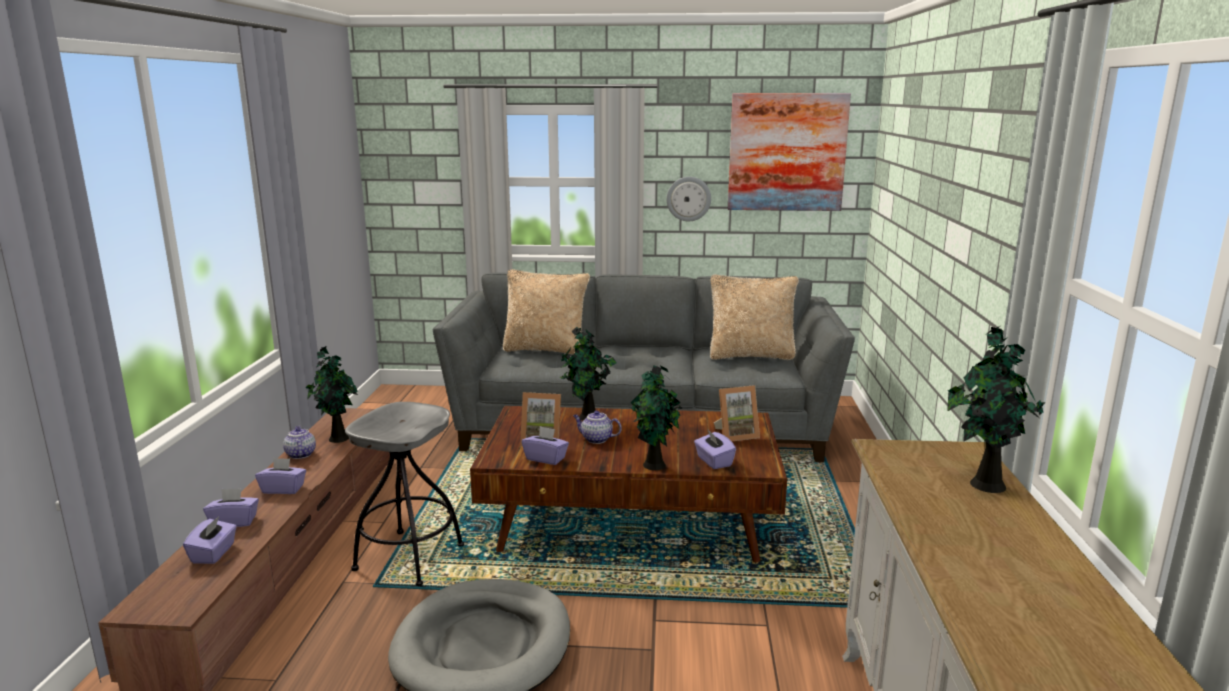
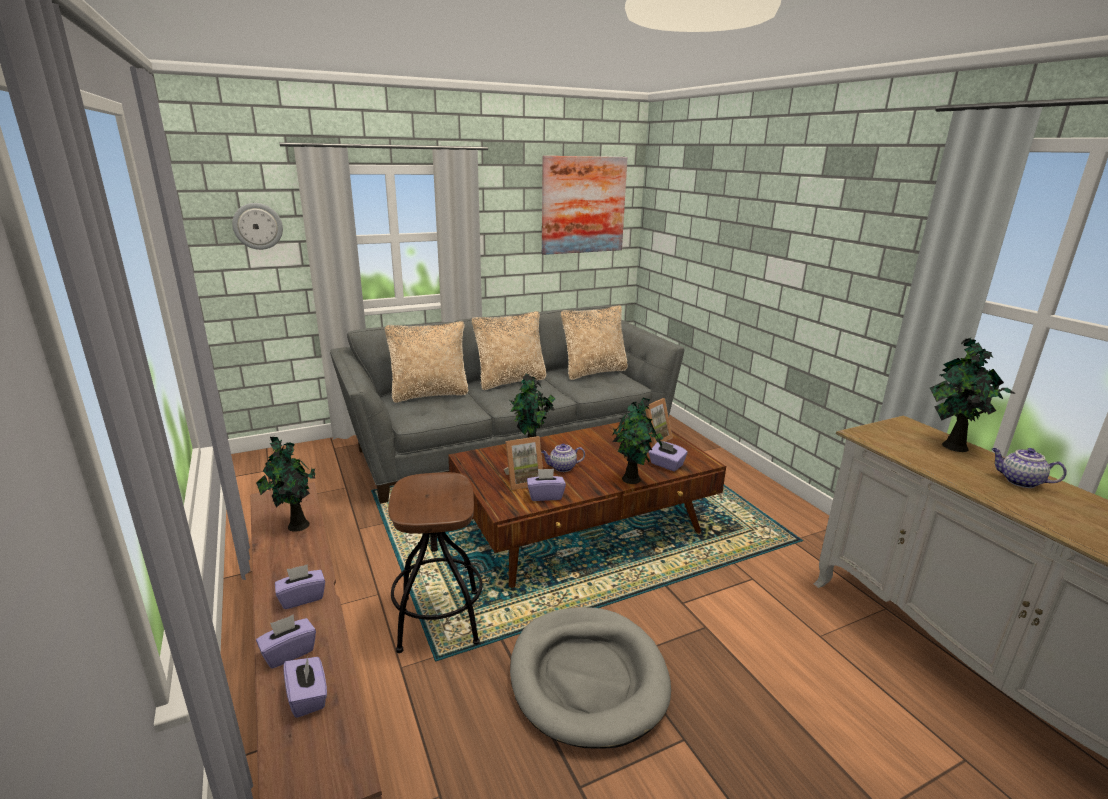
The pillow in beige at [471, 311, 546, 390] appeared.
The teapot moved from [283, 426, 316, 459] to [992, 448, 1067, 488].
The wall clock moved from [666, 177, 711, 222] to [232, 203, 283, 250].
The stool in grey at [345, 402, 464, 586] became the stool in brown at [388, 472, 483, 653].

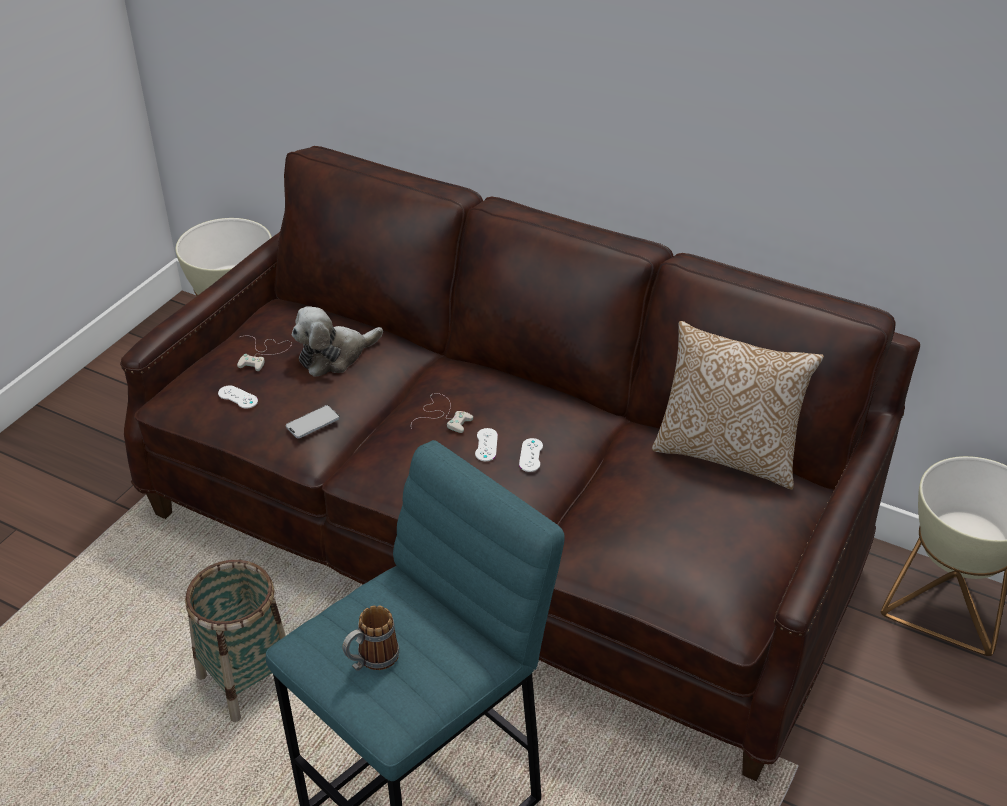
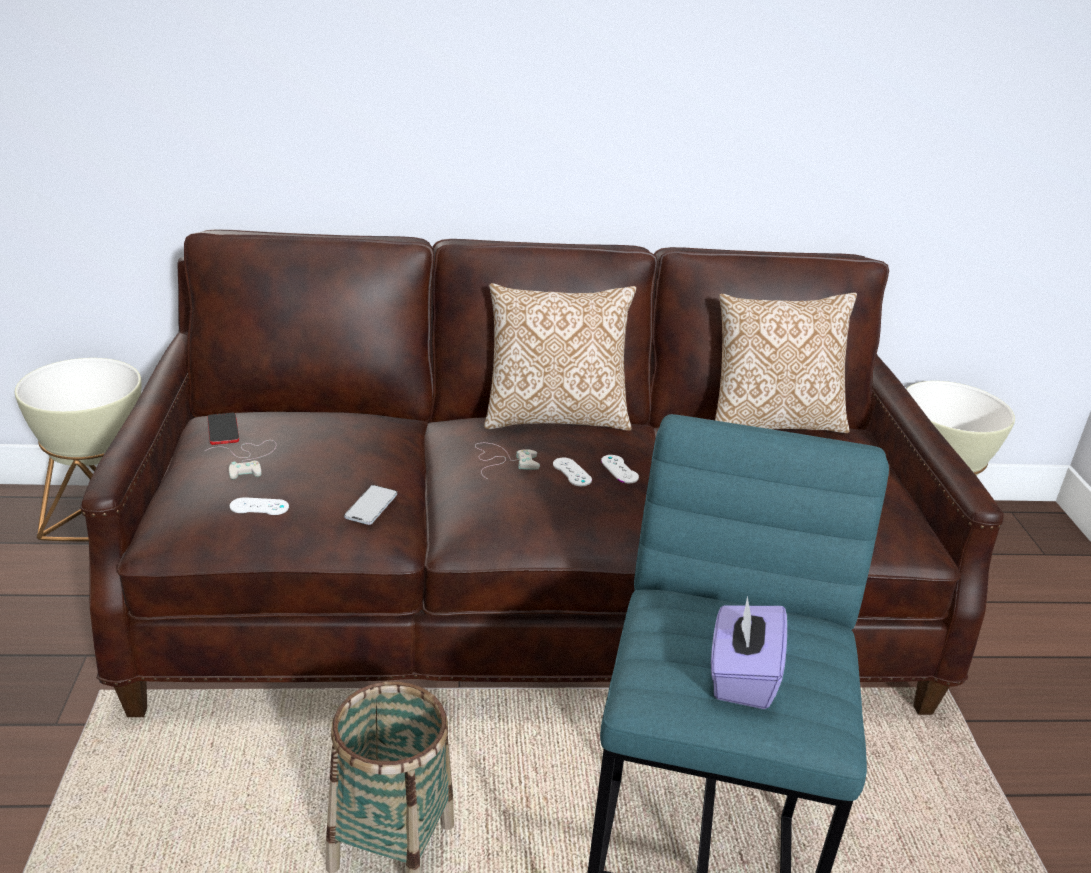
The plush toy at [292, 306, 383, 377] disappeared.
The phone at [207, 413, 239, 445] appeared.
The pillow at [484, 283, 637, 431] appeared.
The mug at [343, 605, 399, 671] was replaced by the tissue box in purple at [711, 596, 787, 709].

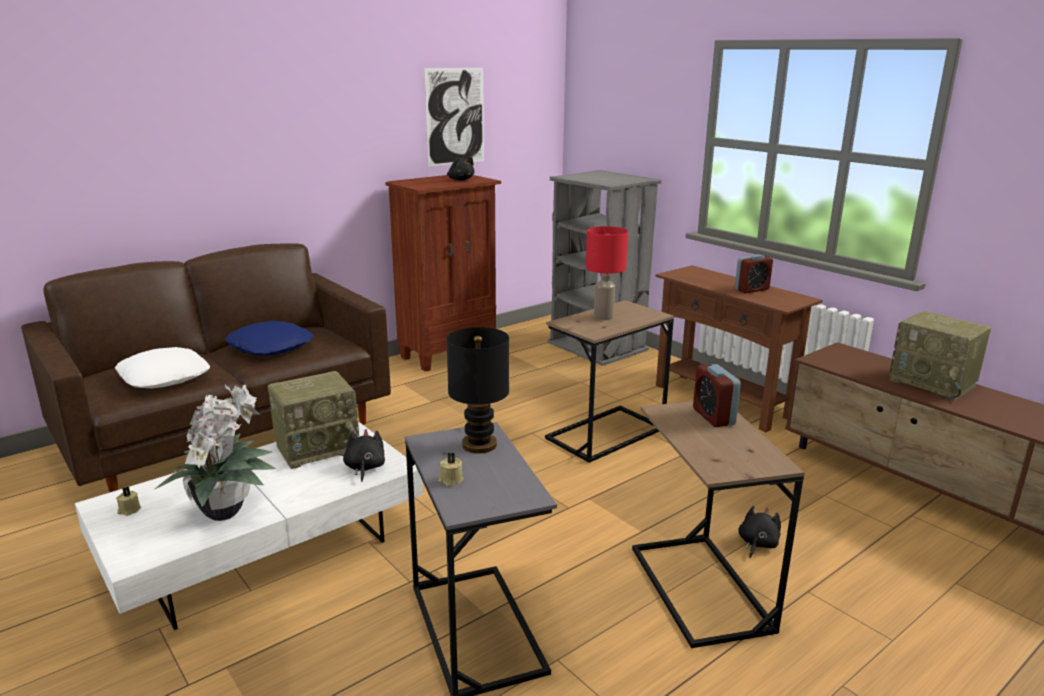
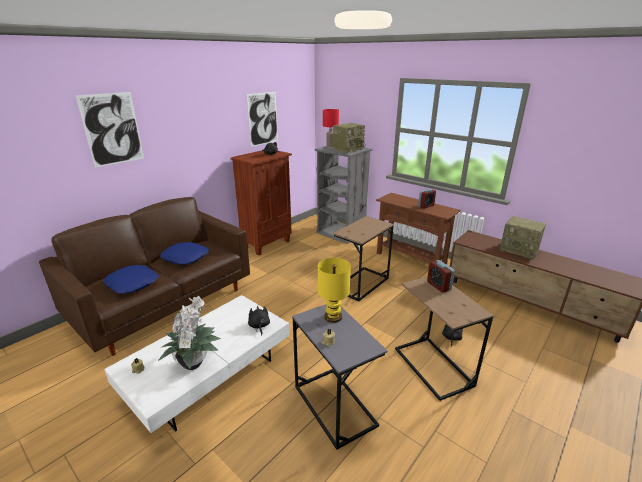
The picture at [76, 92, 144, 168] appeared.
The radio moved from [268, 371, 359, 469] to [333, 123, 365, 153].
The table lamp in red moved from [586, 226, 628, 320] to [323, 109, 339, 148].
The pillow in white at [115, 347, 210, 388] became the pillow in blue at [103, 265, 159, 294].
The table lamp in black at [446, 327, 509, 453] became the table lamp in yellow at [318, 258, 351, 323].

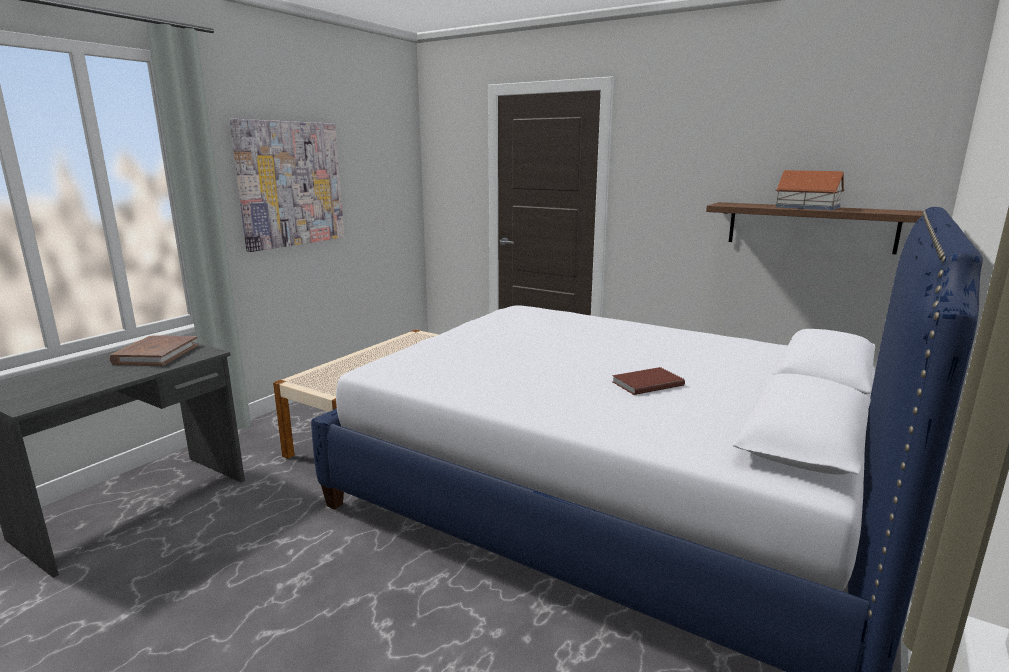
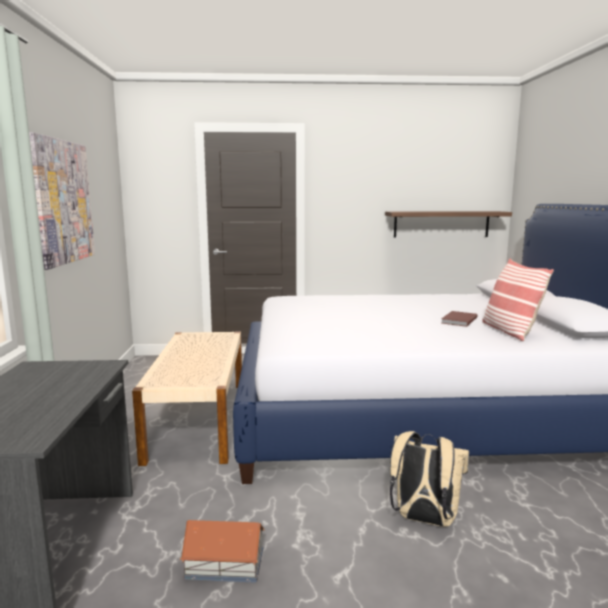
The book in brown at [110, 335, 199, 366] disappeared.
The backpack in beige at [390, 431, 469, 527] appeared.
The pillow at [482, 258, 554, 341] appeared.
The toy house moved from [775, 170, 845, 210] to [180, 520, 265, 583].

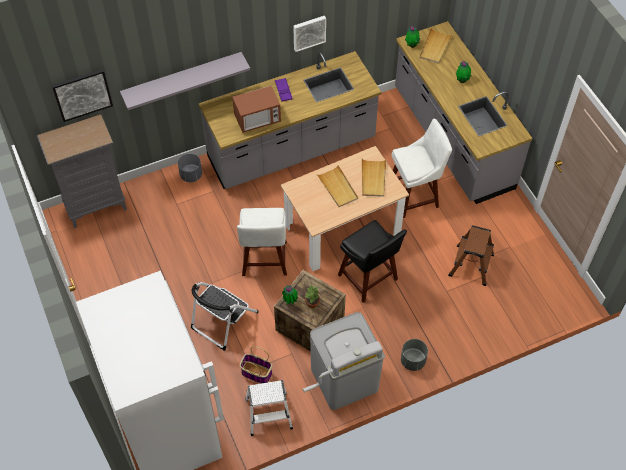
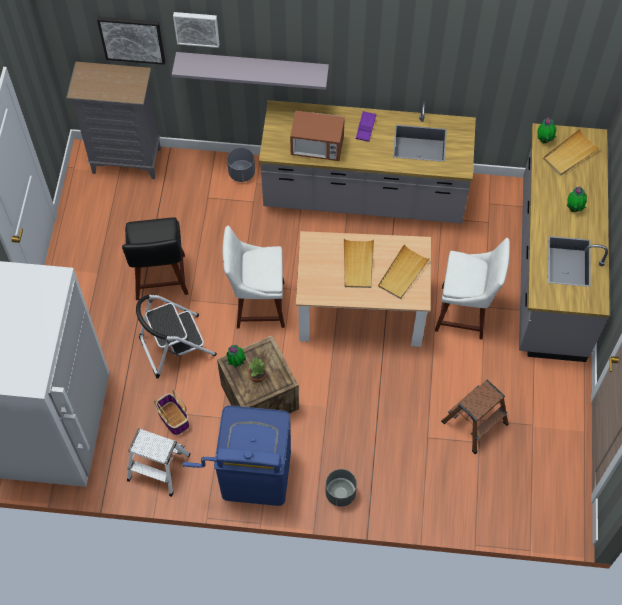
The picture moved from [293, 16, 326, 52] to [173, 12, 219, 48].
The chair in black moved from [338, 220, 407, 303] to [122, 217, 188, 300].
The washing machine in grey at [303, 312, 385, 410] became the washing machine in blue at [183, 405, 291, 506].
The chair in white at [237, 208, 287, 276] turned 60 degrees clockwise.

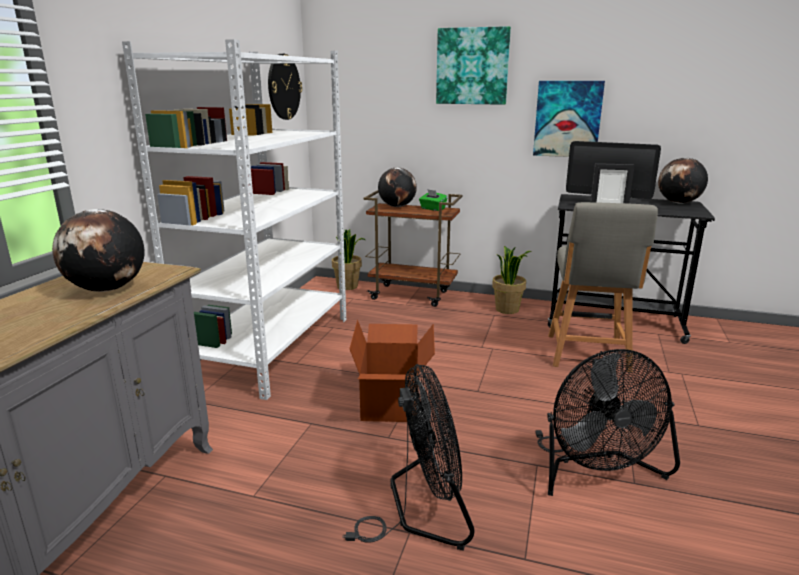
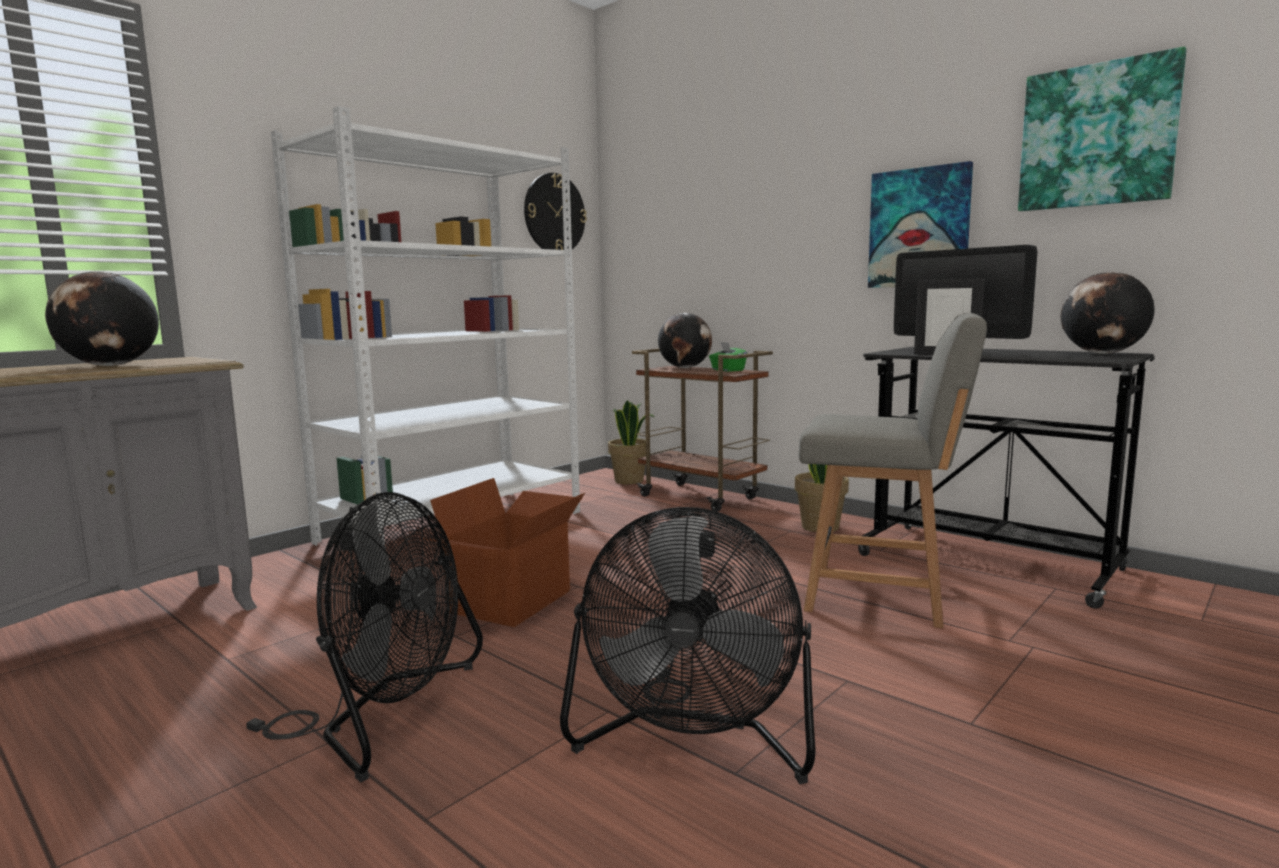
The picture moved from [436, 26, 511, 105] to [1018, 47, 1187, 211].
The chair in grey at [548, 202, 658, 372] turned 105 degrees counterclockwise.

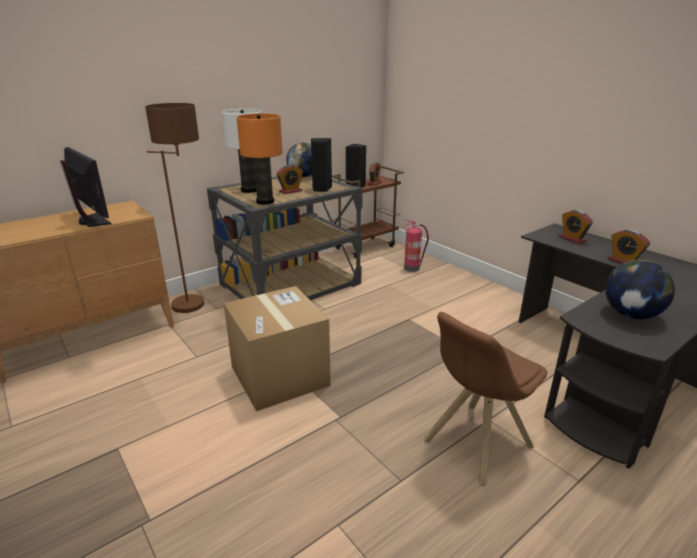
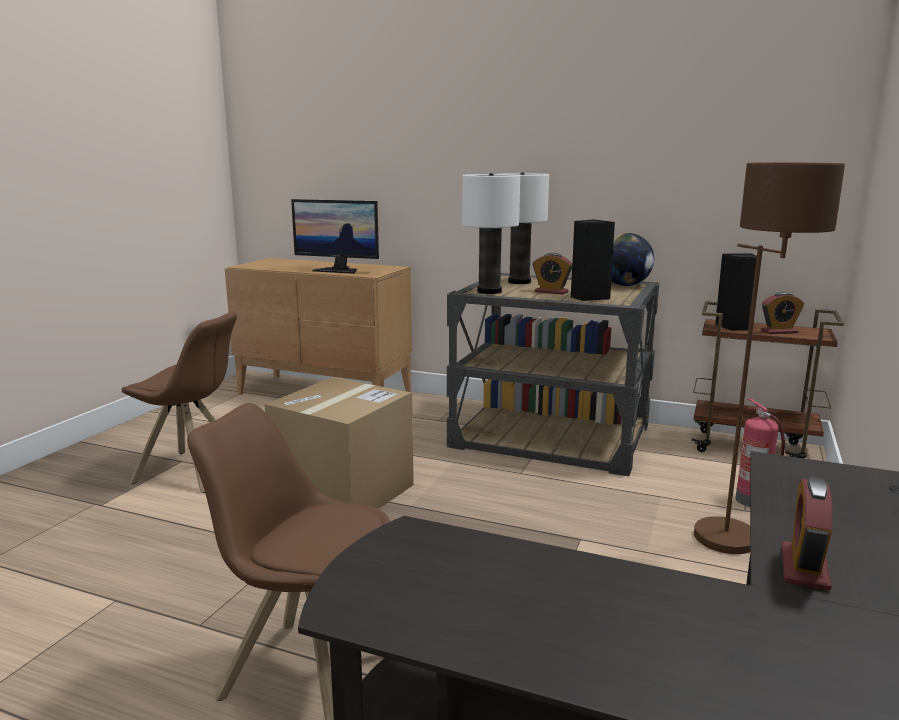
The alarm clock at [559, 210, 593, 244] disappeared.
The globe at [605, 260, 675, 319] disappeared.
The chair in brown at [121, 311, 237, 493] appeared.
The floor lamp in brown moved from [145, 103, 204, 313] to [694, 163, 845, 554].
The table lamp in orange at [237, 113, 283, 205] became the table lamp in white at [462, 173, 520, 294].
The monitor at [60, 147, 111, 227] turned 90 degrees clockwise.

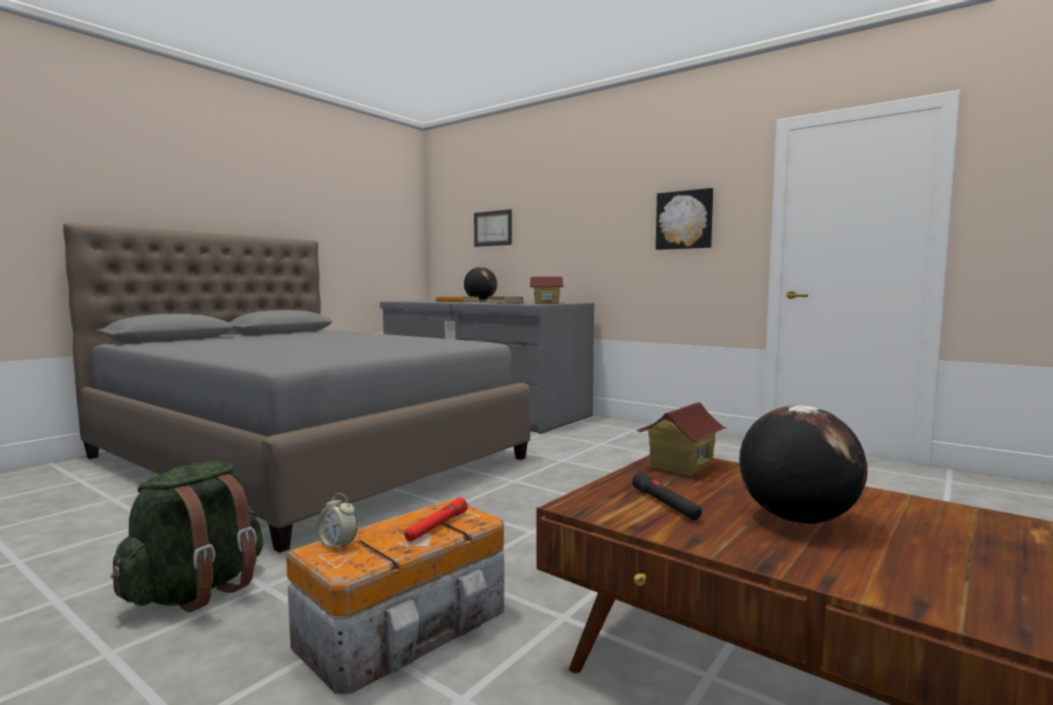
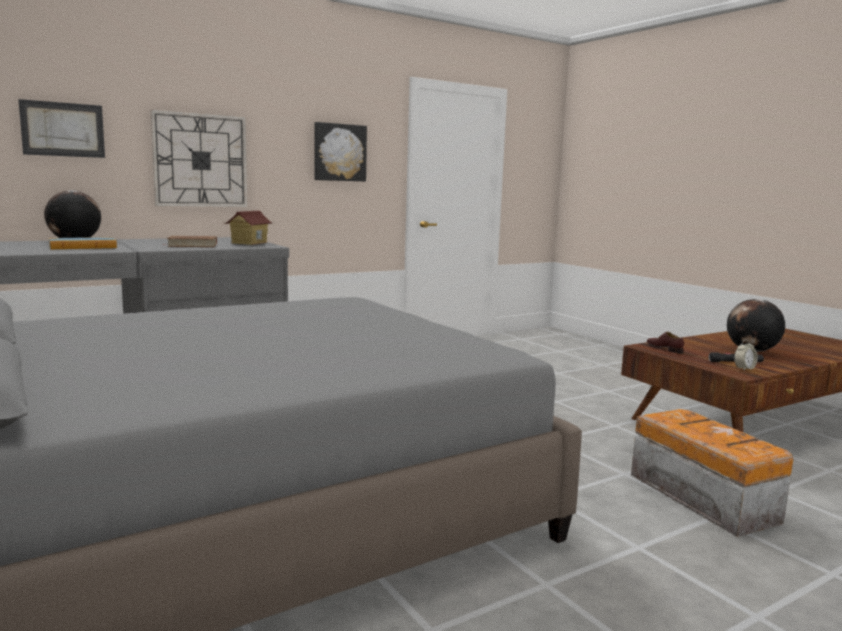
The backpack in green at [111, 462, 263, 612] disappeared.
The flashlight in red at [404, 498, 468, 542] disappeared.
The wall clock at [150, 109, 248, 207] appeared.
The alarm clock moved from [317, 493, 357, 551] to [734, 340, 758, 370].
The toy house at [637, 402, 727, 476] was replaced by the shoe in brown at [647, 332, 684, 354].

